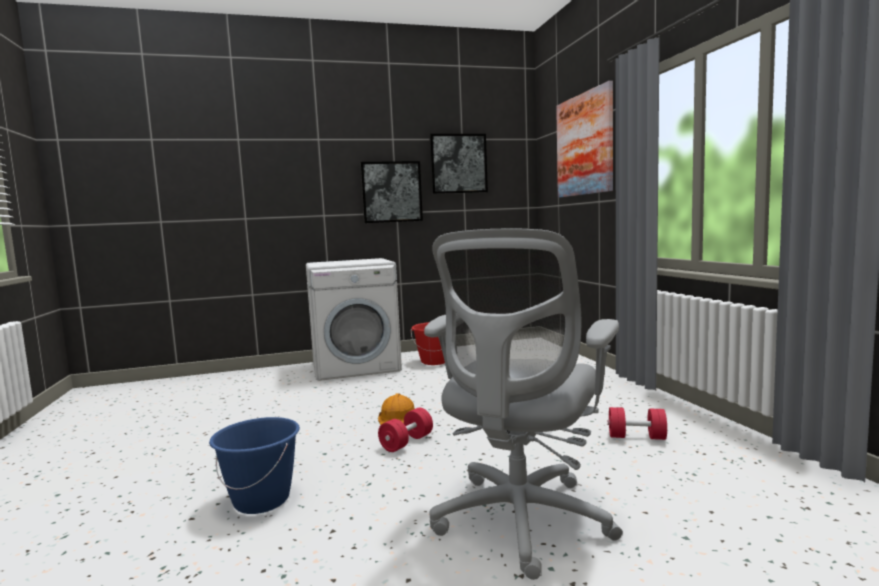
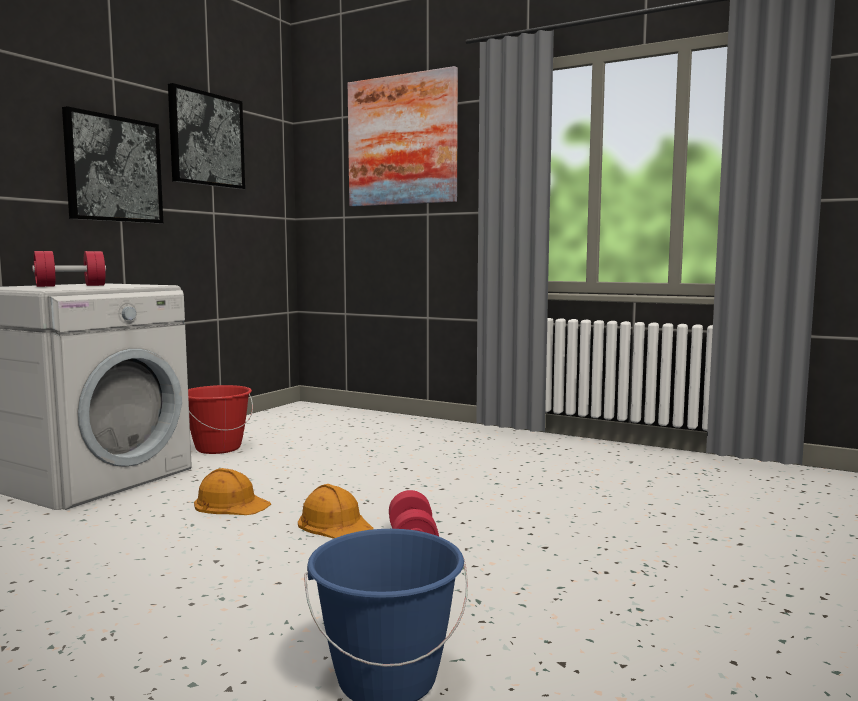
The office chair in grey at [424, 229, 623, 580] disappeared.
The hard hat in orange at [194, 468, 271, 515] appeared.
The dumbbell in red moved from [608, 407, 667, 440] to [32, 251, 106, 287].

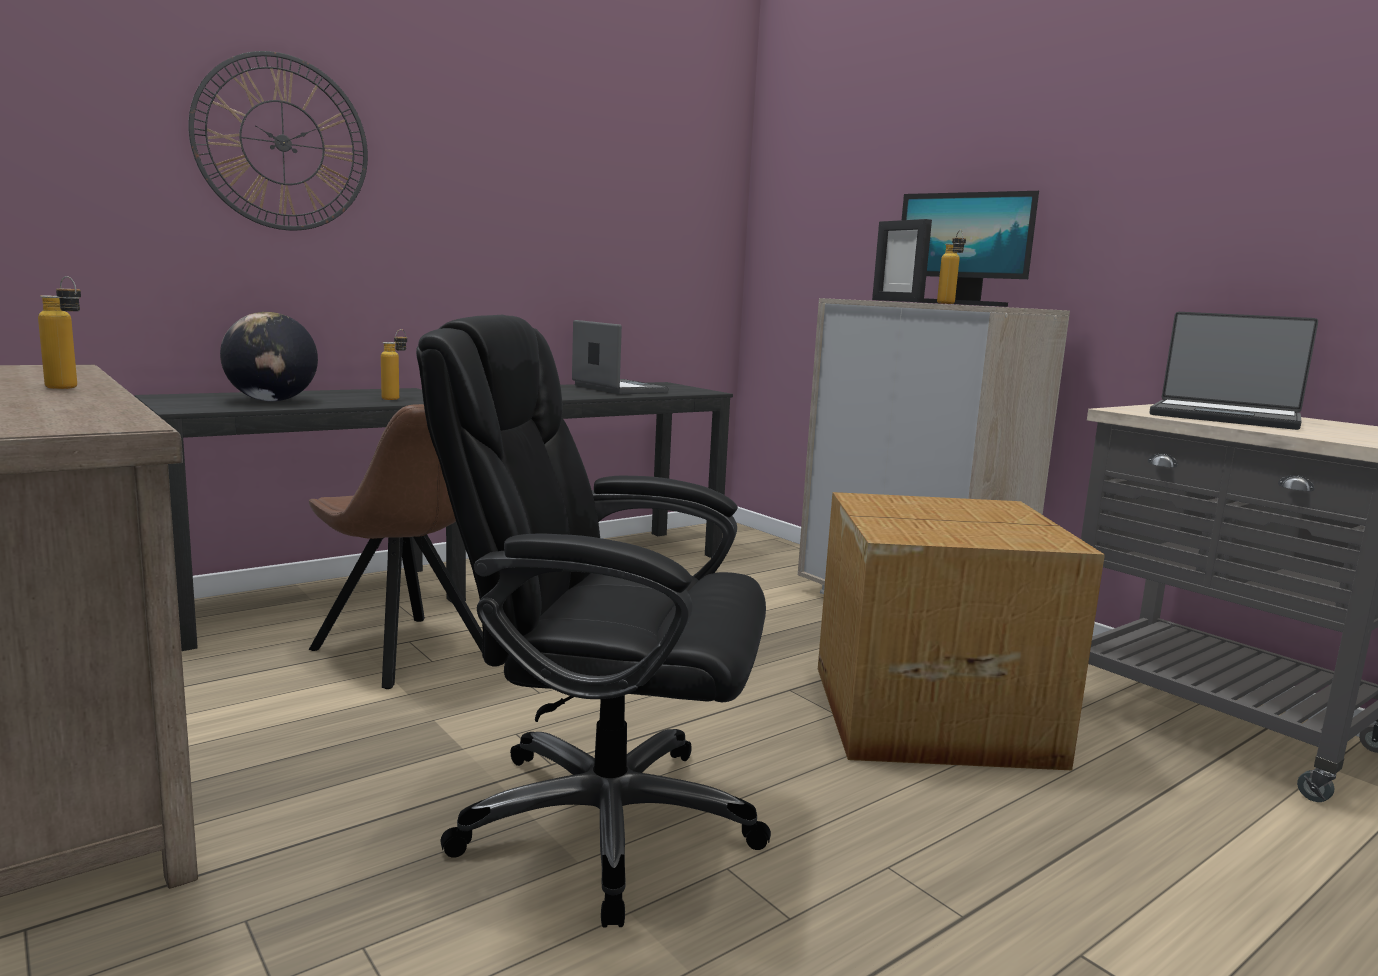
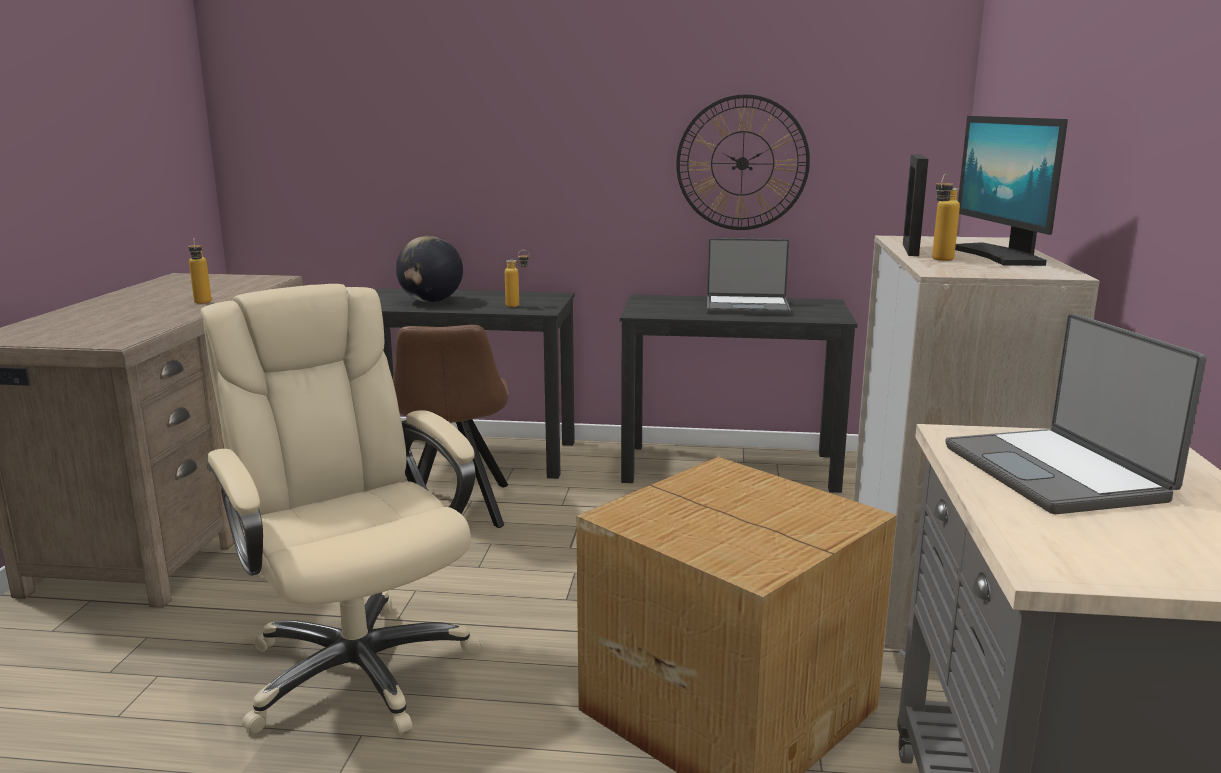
The wall clock moved from [188, 51, 368, 231] to [676, 94, 810, 230].
The office chair in black at [416, 315, 771, 928] became the office chair in beige at [201, 284, 482, 736].
The laptop at [572, 320, 669, 394] turned 90 degrees clockwise.

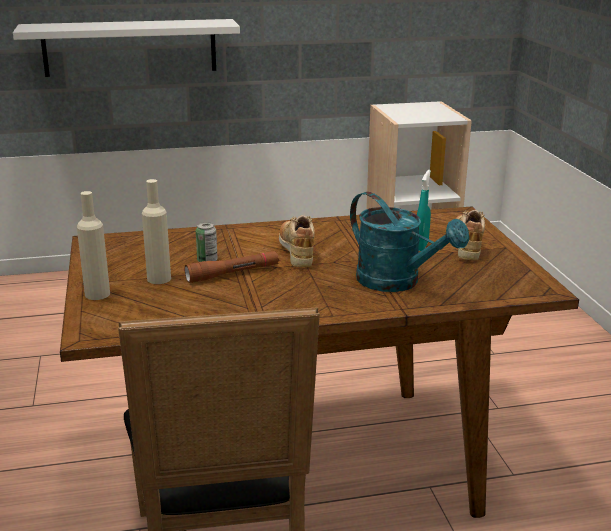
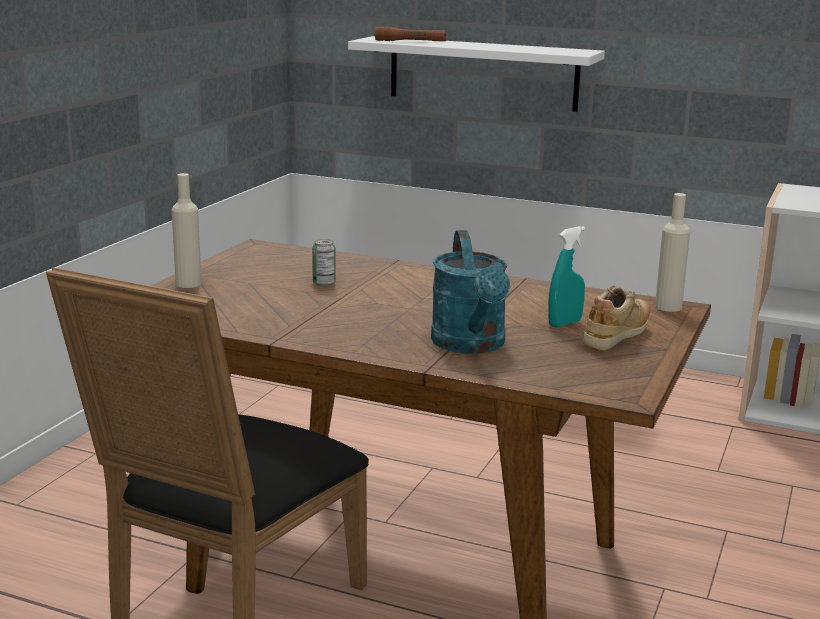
The shoe in beige at [279, 215, 315, 267] disappeared.
The bottle in beige moved from [142, 179, 171, 284] to [655, 193, 690, 312].
The flashlight in brown moved from [185, 251, 279, 283] to [375, 26, 447, 41].

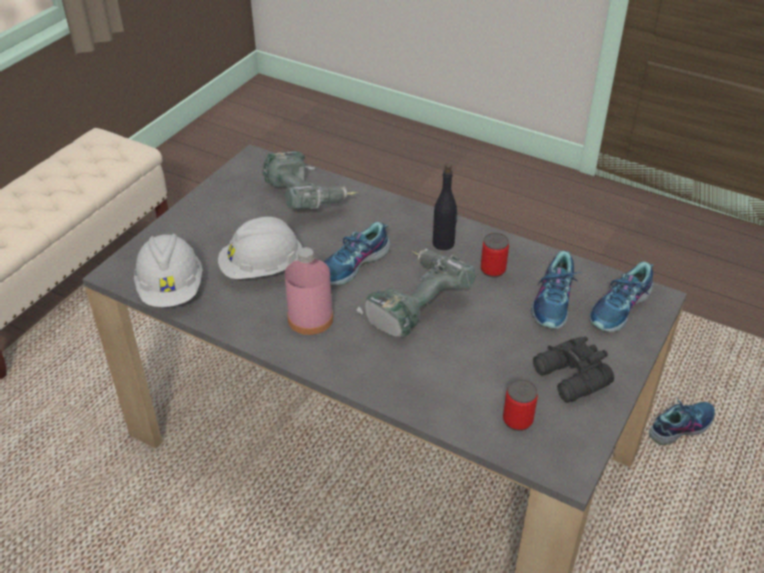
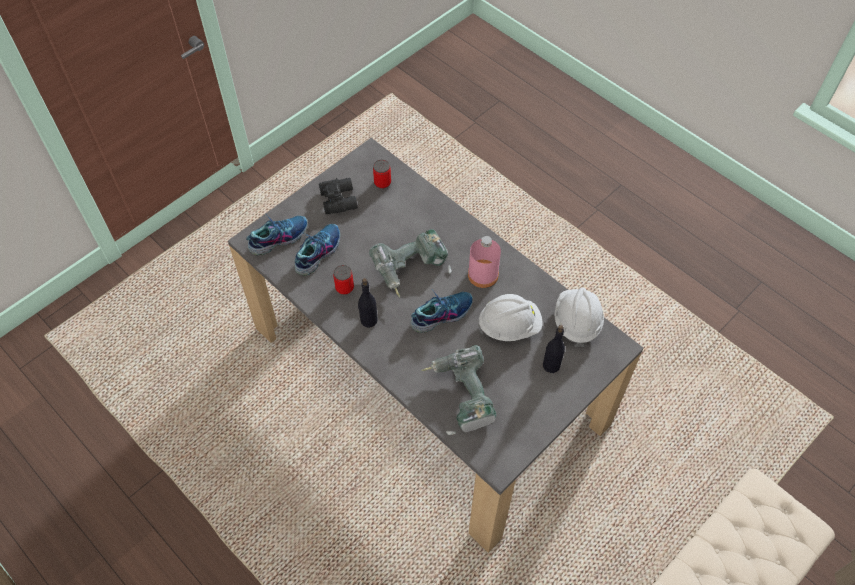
The shoe at [649, 395, 715, 445] disappeared.
The bottle in black at [543, 325, 565, 373] appeared.

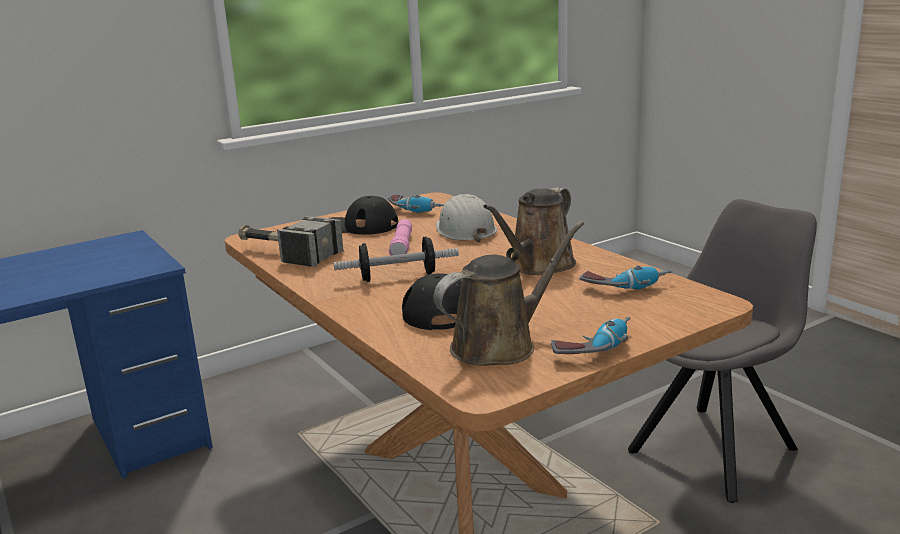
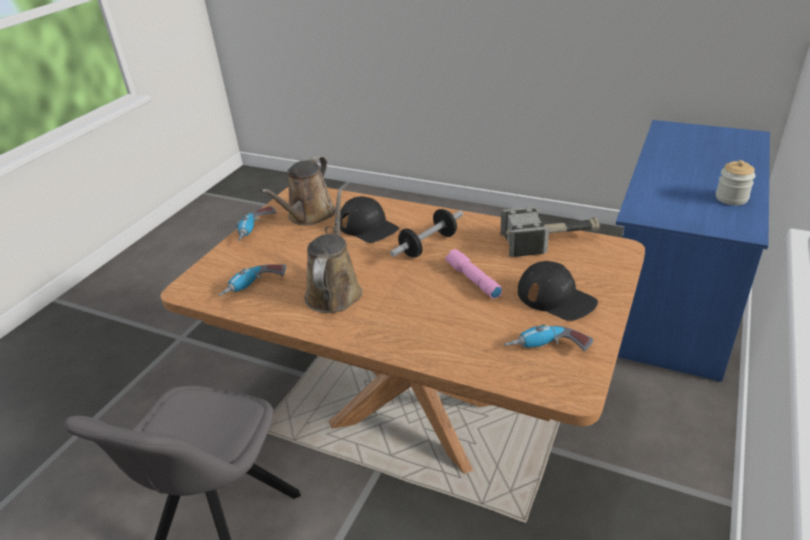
The hard hat in white at [436, 194, 497, 242] disappeared.
The jar at [716, 160, 756, 205] appeared.
The cap in black at [329, 196, 398, 235] turned 60 degrees clockwise.

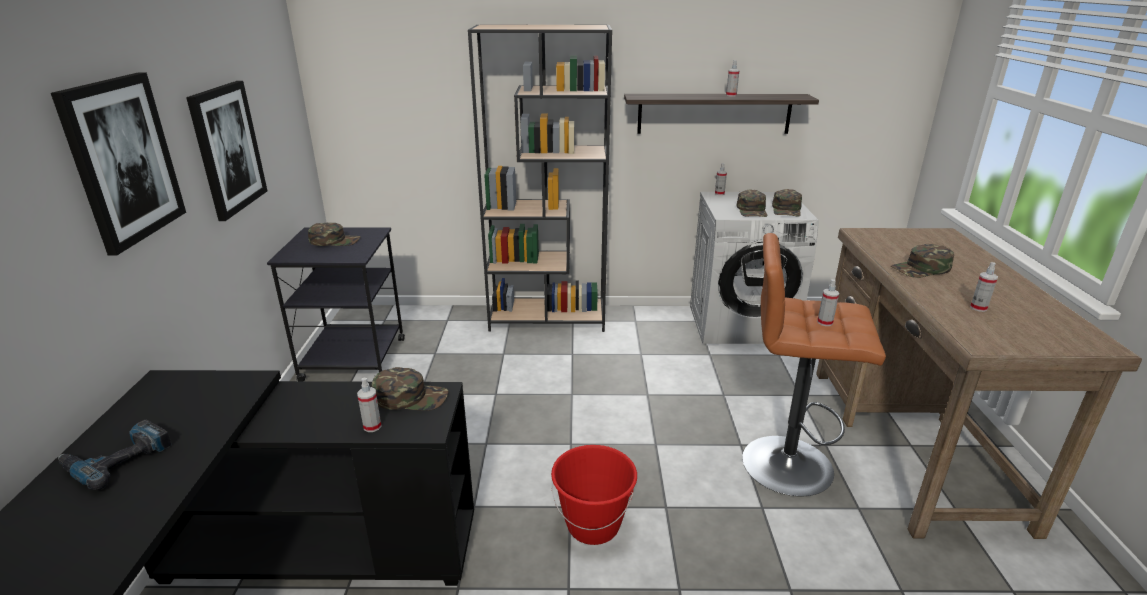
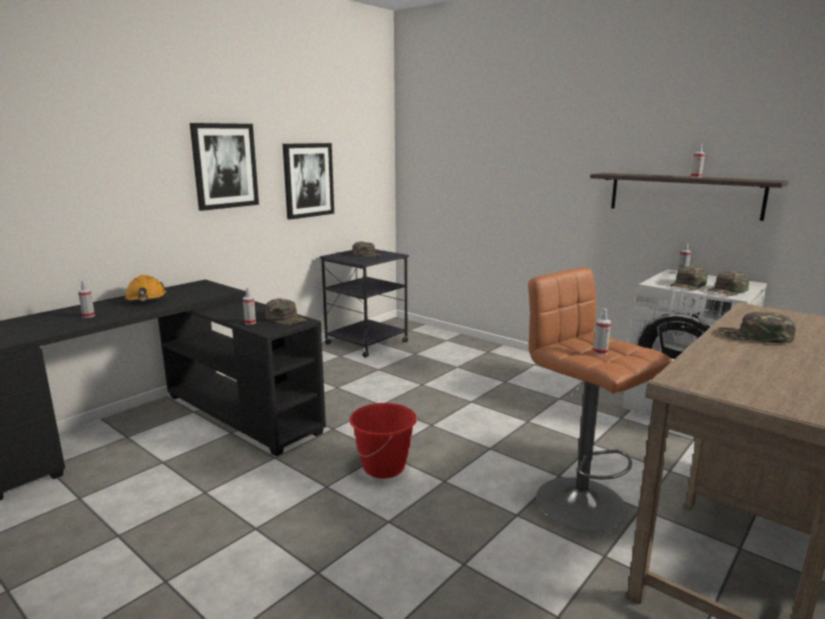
The bookcase at [468, 25, 612, 332] disappeared.
The spray bottle moved from [970, 262, 998, 312] to [78, 281, 95, 318].
The power drill at [58, 420, 172, 490] was replaced by the hard hat in orange at [124, 275, 167, 301].

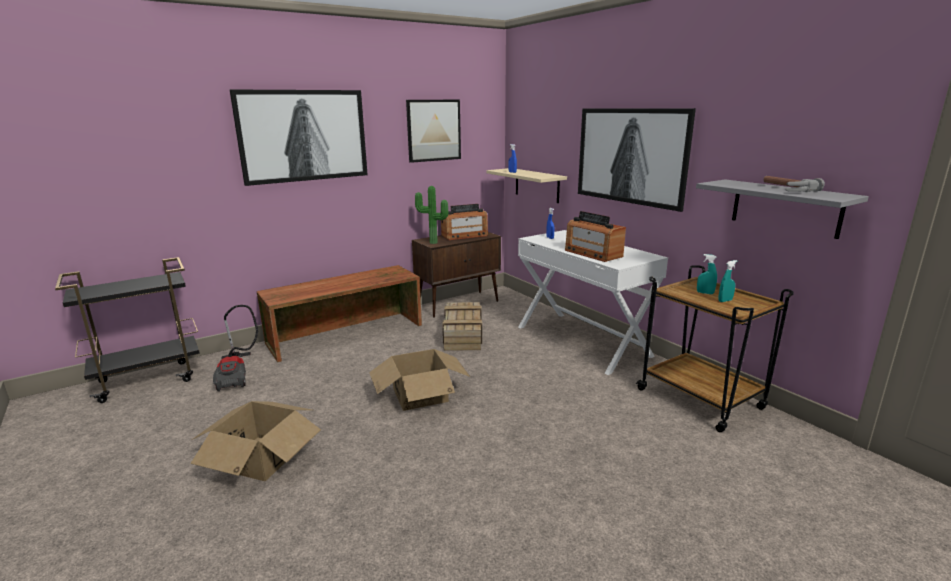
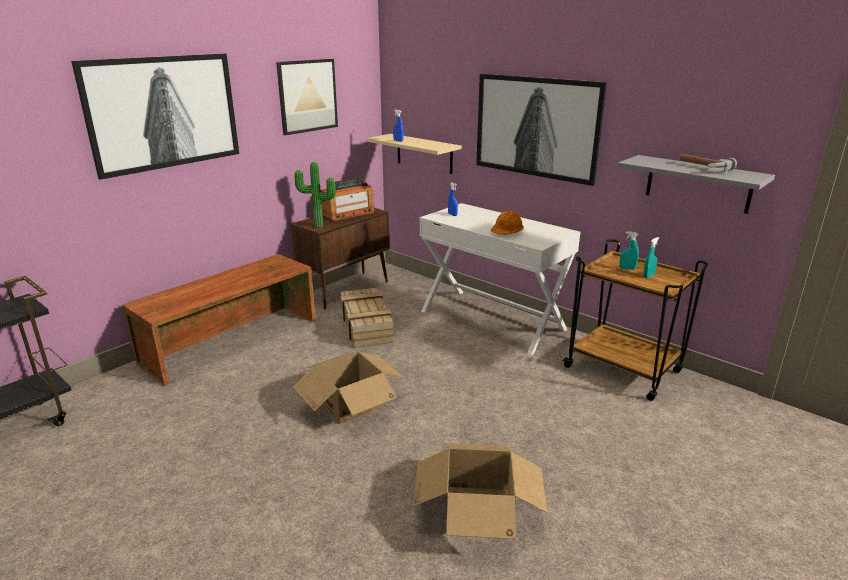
The vacuum cleaner at [213, 305, 258, 391] disappeared.
The cardboard box moved from [191, 401, 321, 481] to [413, 443, 549, 539].
The radio at [565, 211, 626, 262] was replaced by the hard hat in orange at [491, 211, 524, 235].

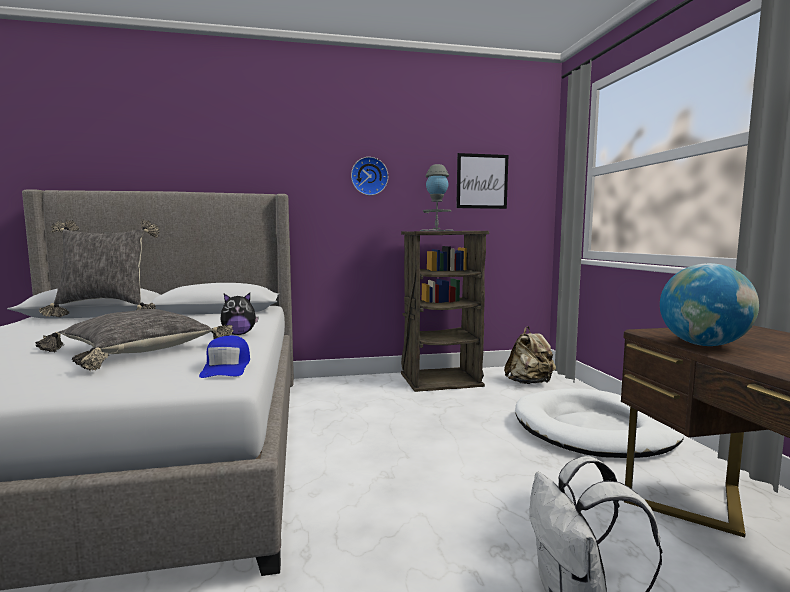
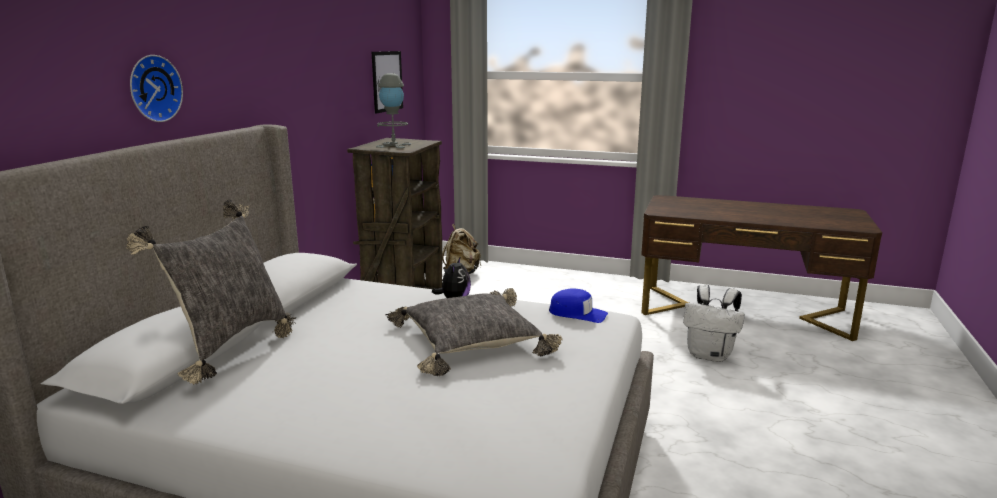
The dog bed in white at [515, 388, 684, 458] disappeared.
The globe at [660, 263, 759, 346] disappeared.
The wall clock moved from [351, 157, 388, 195] to [130, 55, 183, 122].

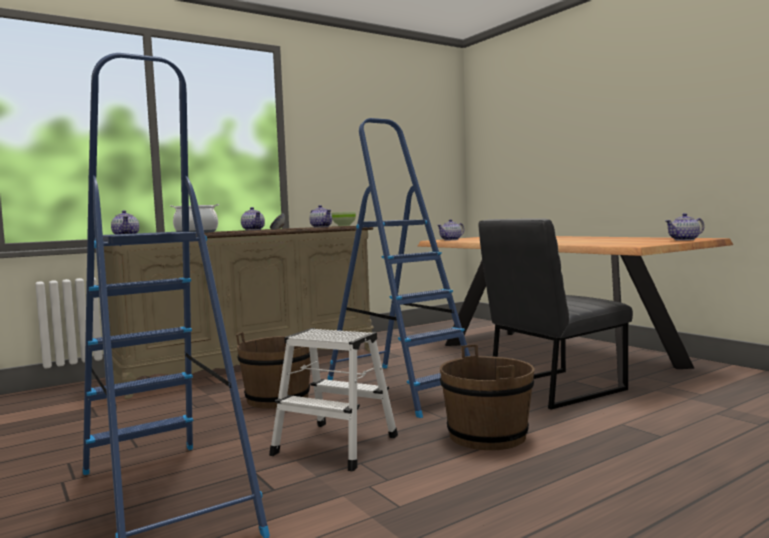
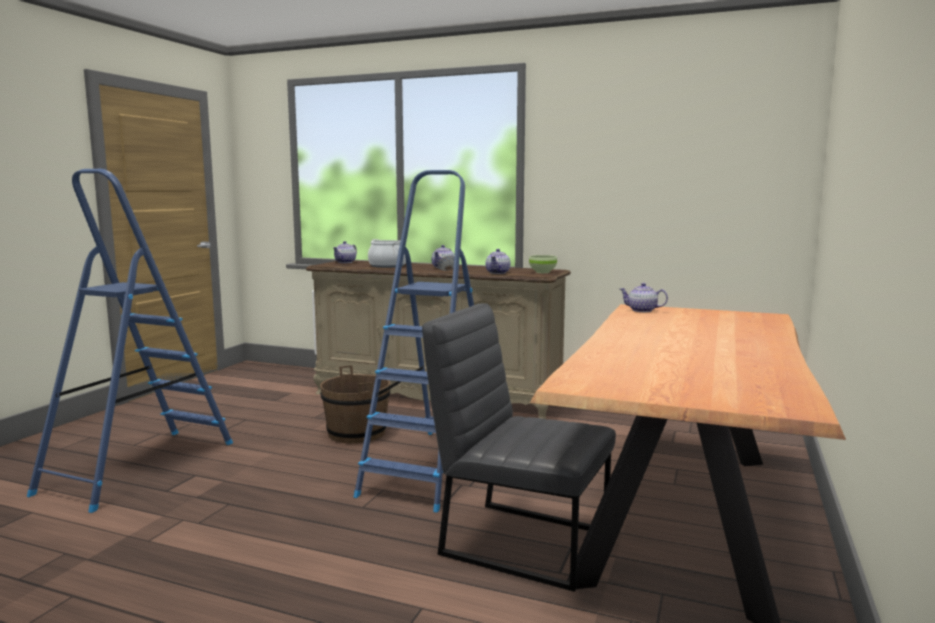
The step ladder in white at [269, 328, 398, 471] disappeared.
The bucket in brown at [440, 345, 534, 450] disappeared.
The teapot at [665, 213, 704, 241] disappeared.

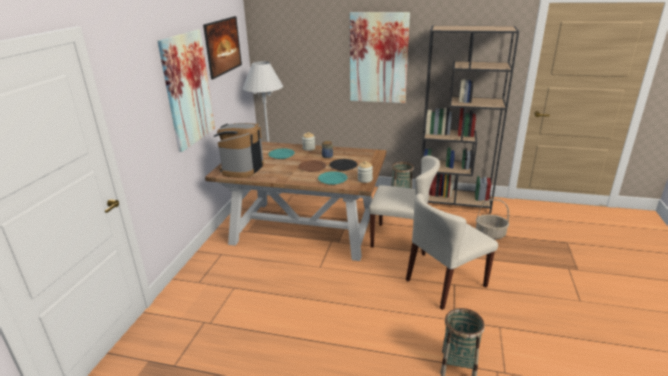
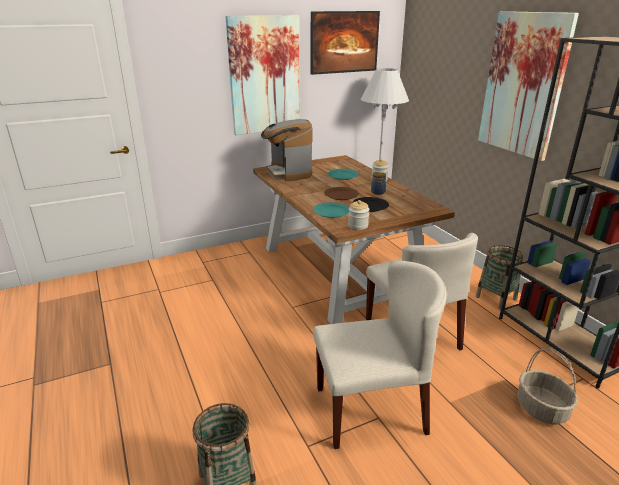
The coffee machine at [214, 123, 264, 178] turned 90 degrees counterclockwise.
The chair in beige at [406, 193, 498, 310] turned 150 degrees clockwise.

